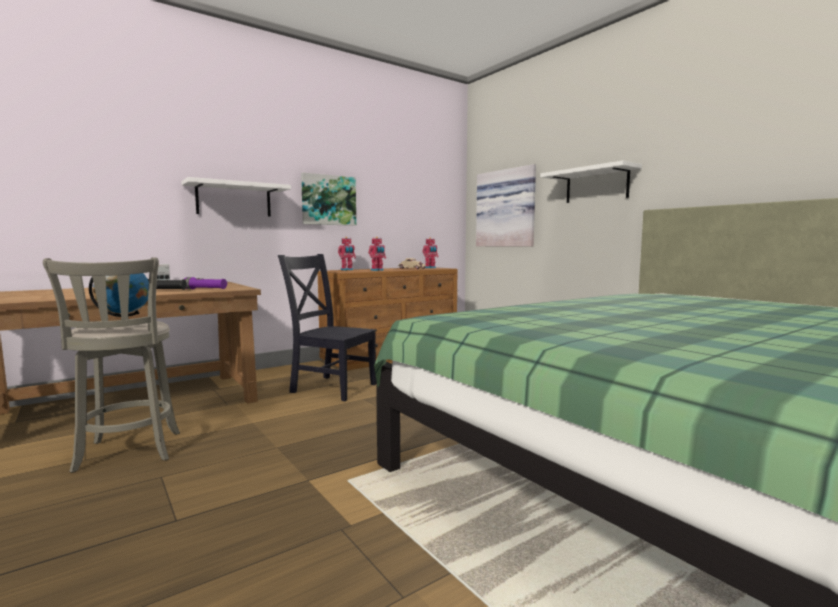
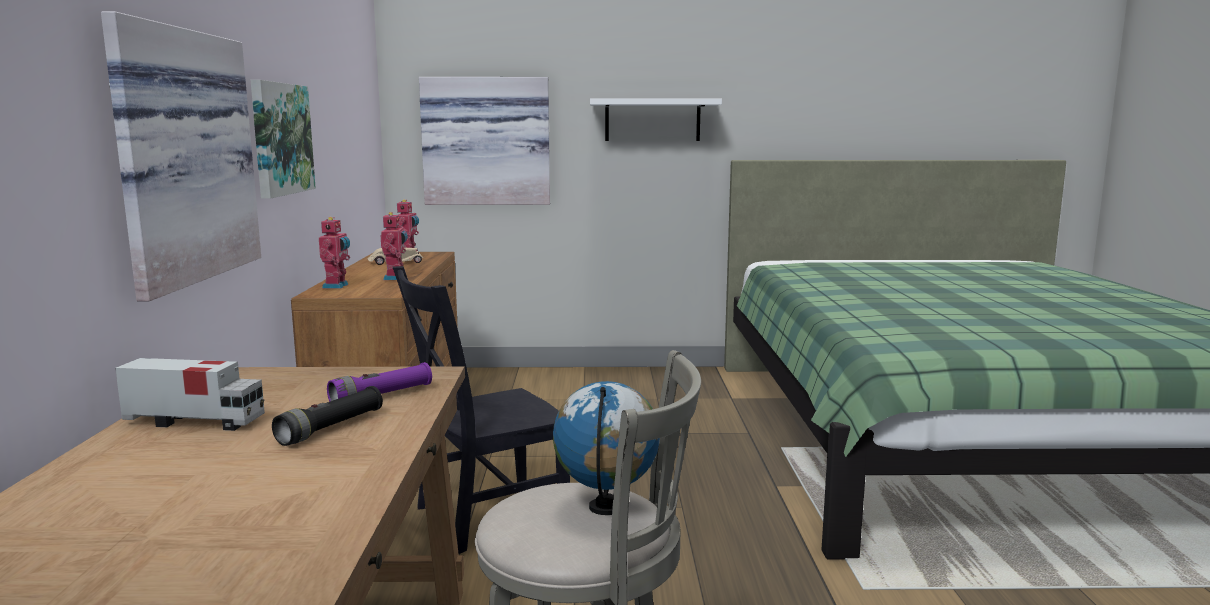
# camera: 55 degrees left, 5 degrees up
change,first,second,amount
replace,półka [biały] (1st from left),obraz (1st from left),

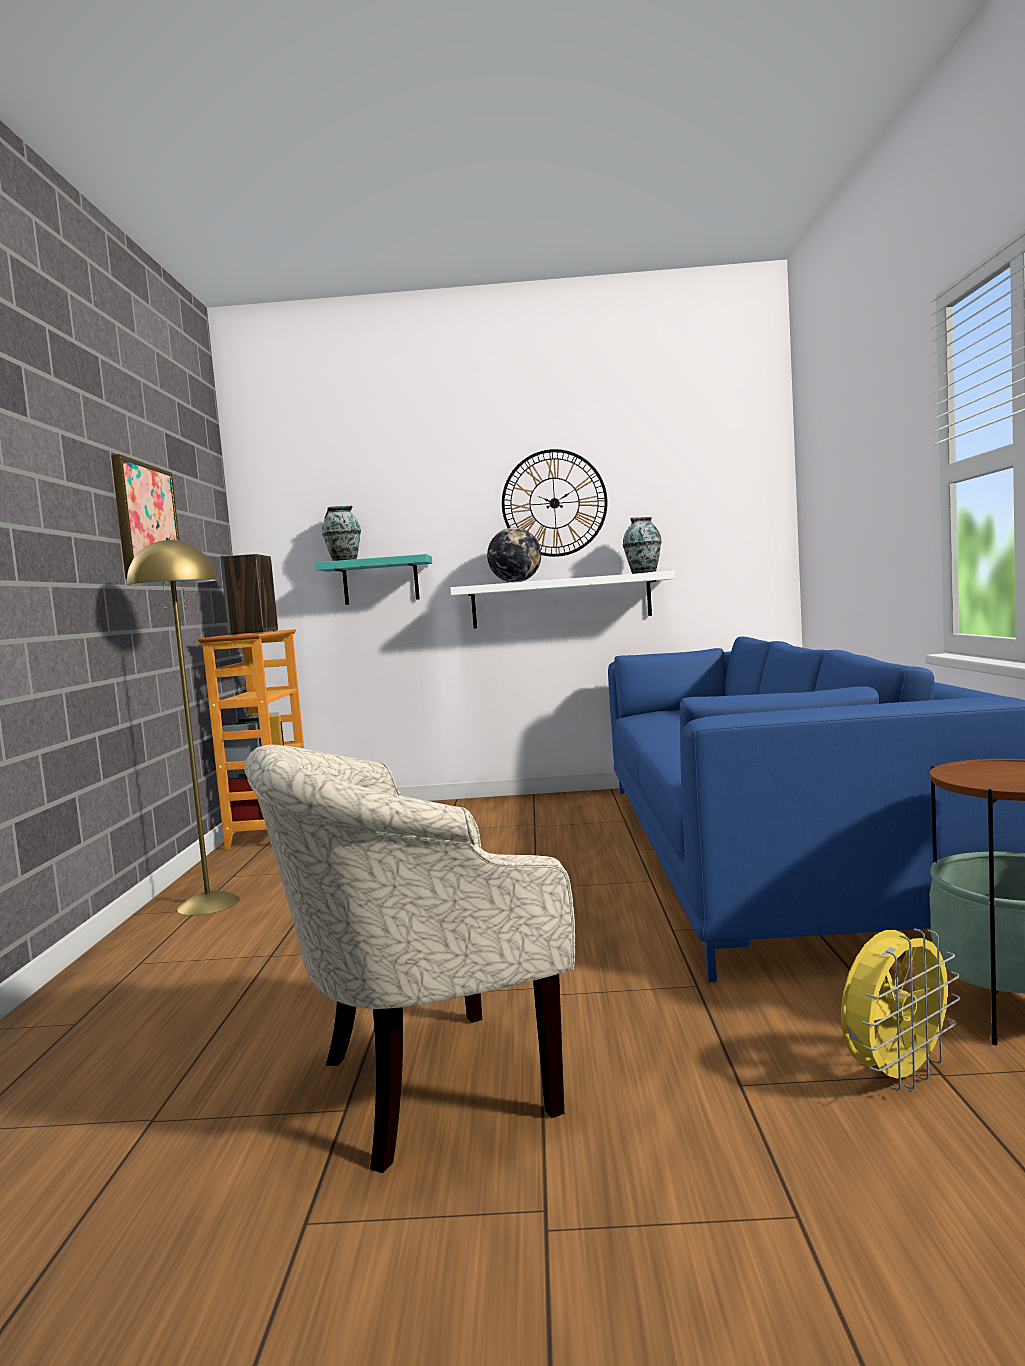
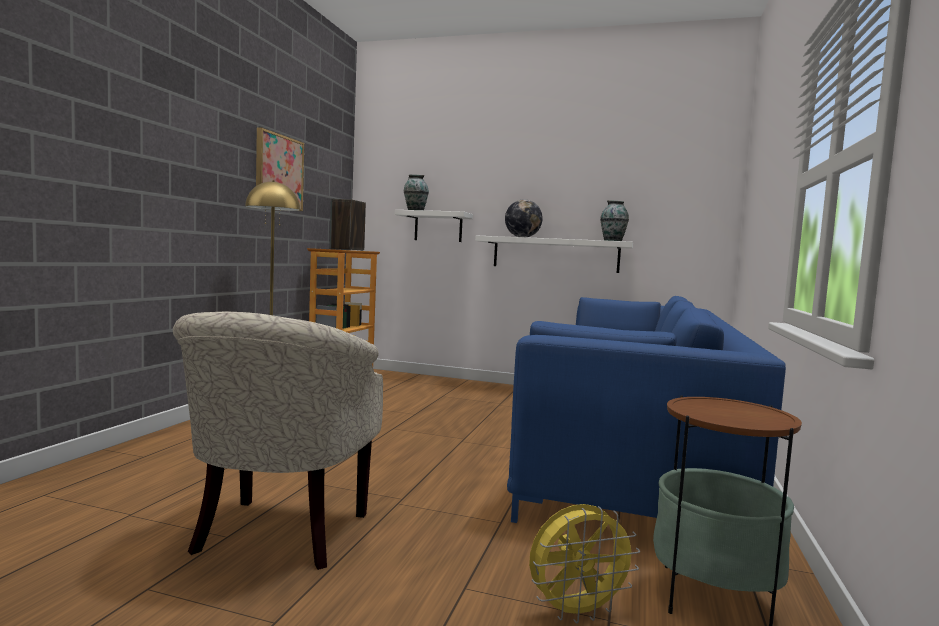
# camera: 15 degrees right, 0 degrees up
change,first,second,amount
rotate,fotel [beżowy],,75 degrees counterclockwise
recolor,półka [turkusowy],półka [biały] (1st from left),
delete,zegar ścienny,,

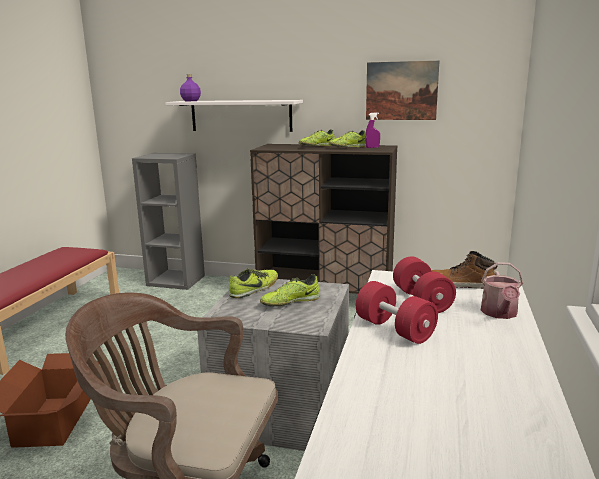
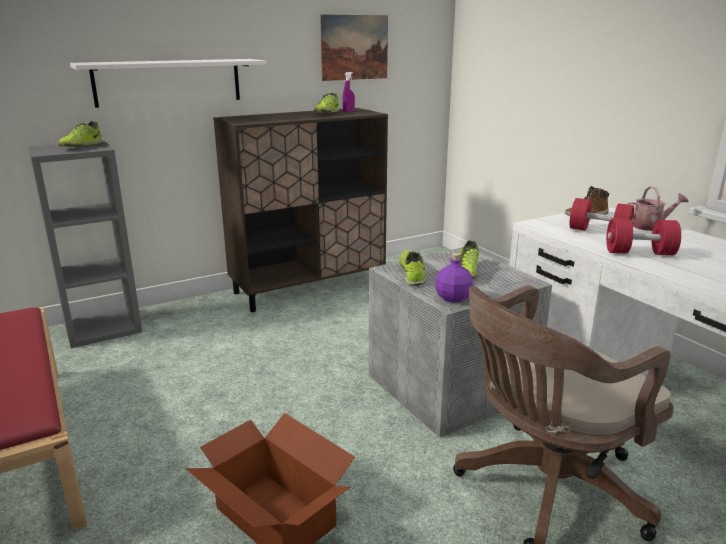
# camera: 45 degrees left, 5 degrees up
change,first,second,amount
move,but (3rd from left in the first image),but (1st from left),
move,butelka [fioletowy],,
rotate,konewka,,60 degrees counterclockwise

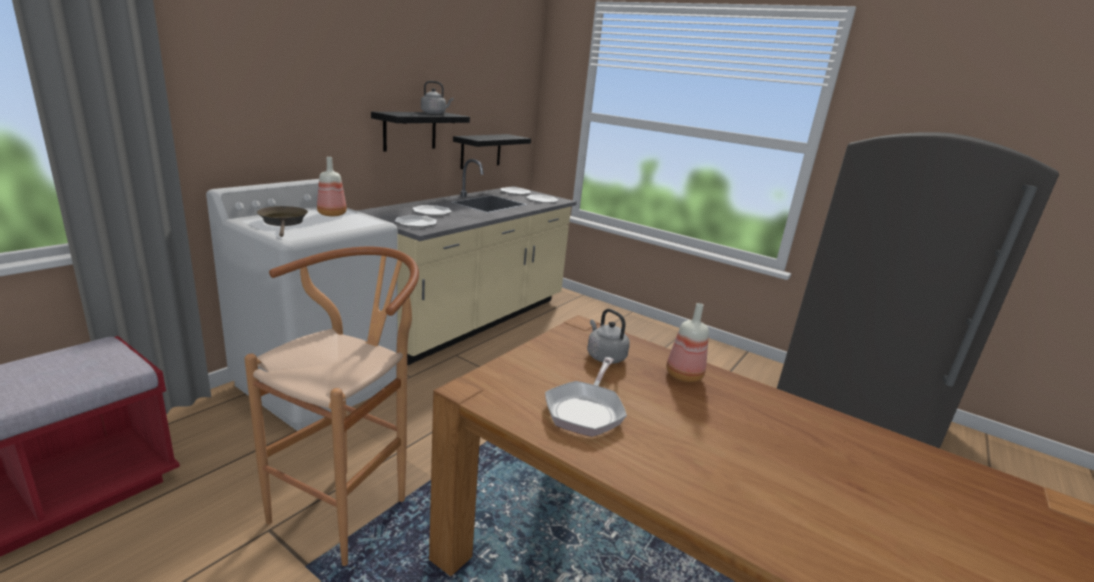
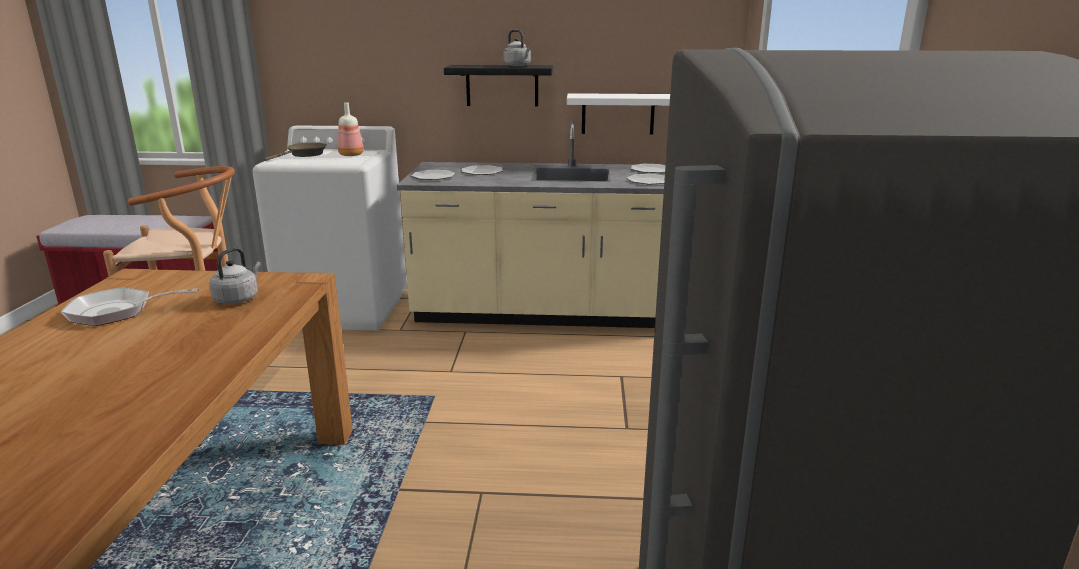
# camera: 60 degrees right, 0 degrees up
change,first,second,amount
recolor,półka [czarny] (2nd from left),półka [biały],
delete,butelka (2nd from left),,

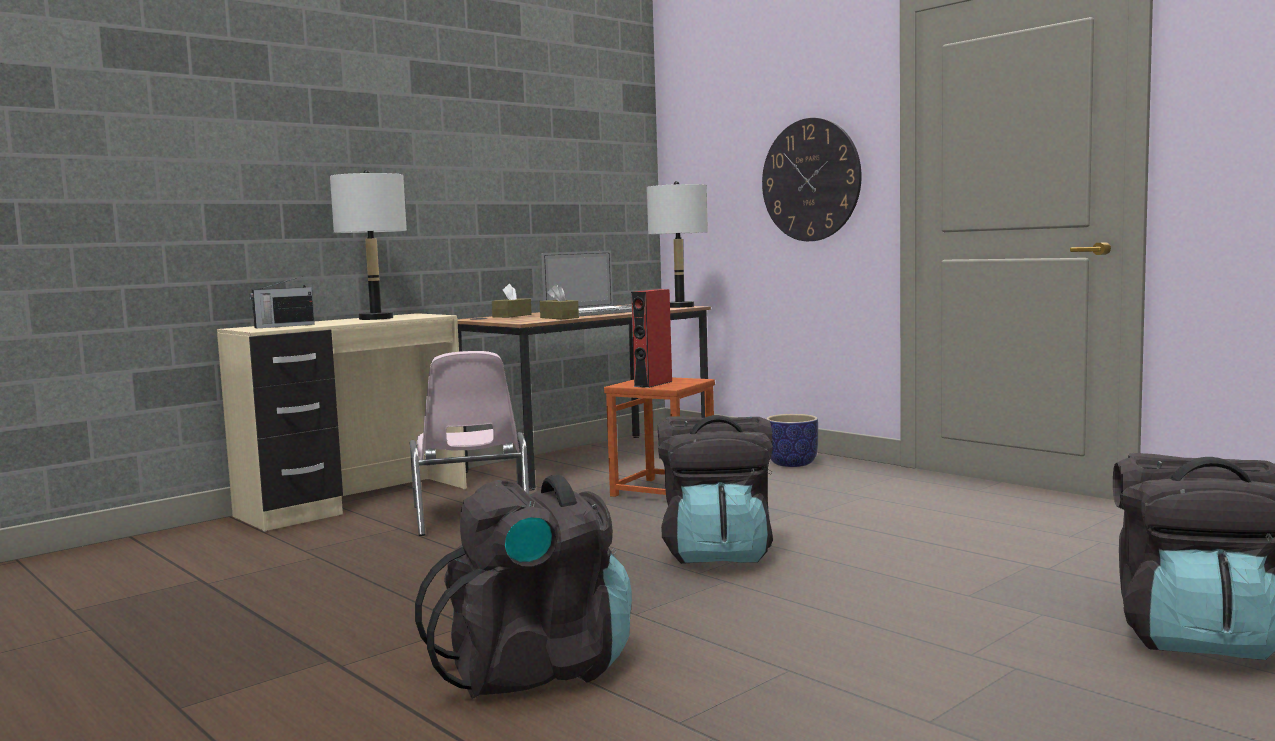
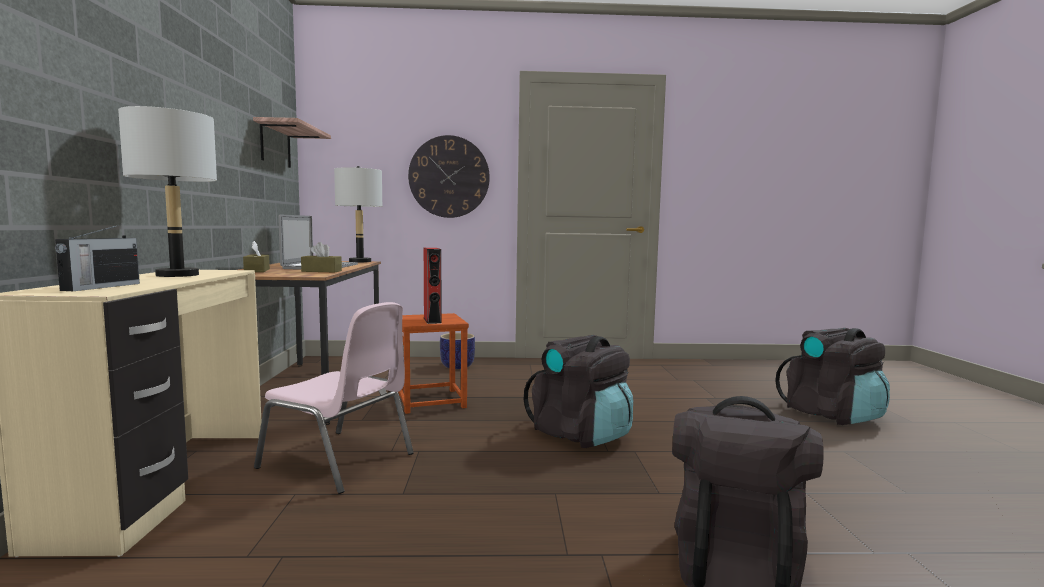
# camera: 50 degrees left, 0 degrees up
change,first,second,amount
insert,,półka,

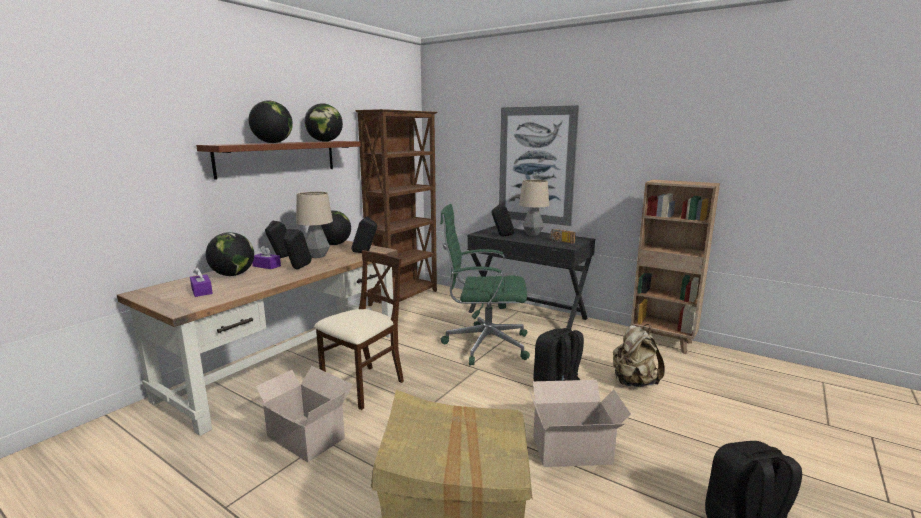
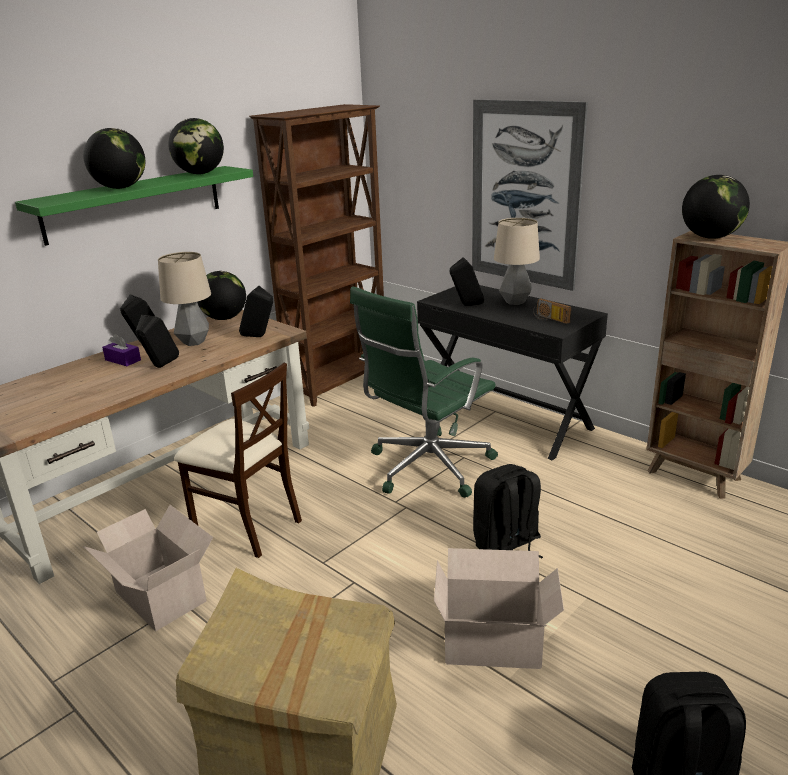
# camera: 10 degrees right, 10 degrees up
change,first,second,amount
recolor,półka [brązowy],półka [zielony],
rotate,krzesło [beżowy],,75 degrees clockwise
rotate,krzesło biurowe [zielony],,60 degrees counterclockwise
move,globus (1st from left in the first image),globus (4th from left),
delete,pudełko chusteczek [fioletowy] (1st from left),,
delete,plecak [beżowy],,

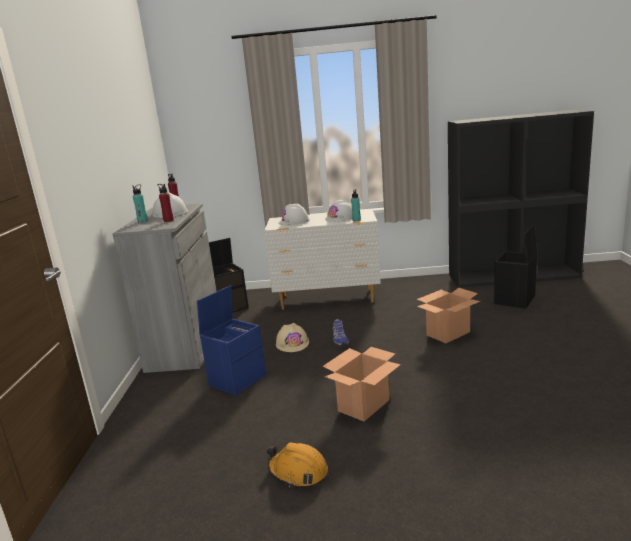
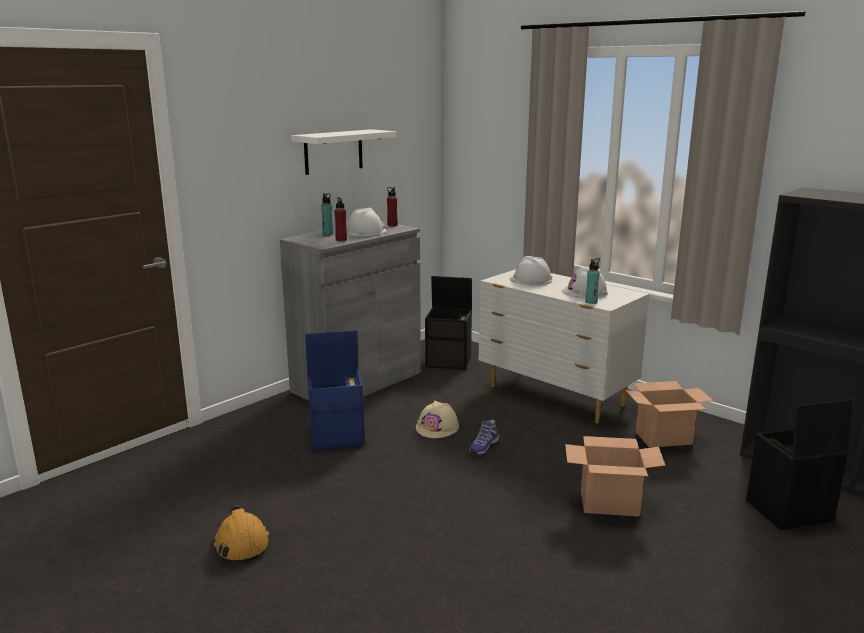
# camera: 40 degrees right, 0 degrees up
change,first,second,amount
insert,,półka [biały],
move,karton (1st from left in the first image),karton (2nd from left),

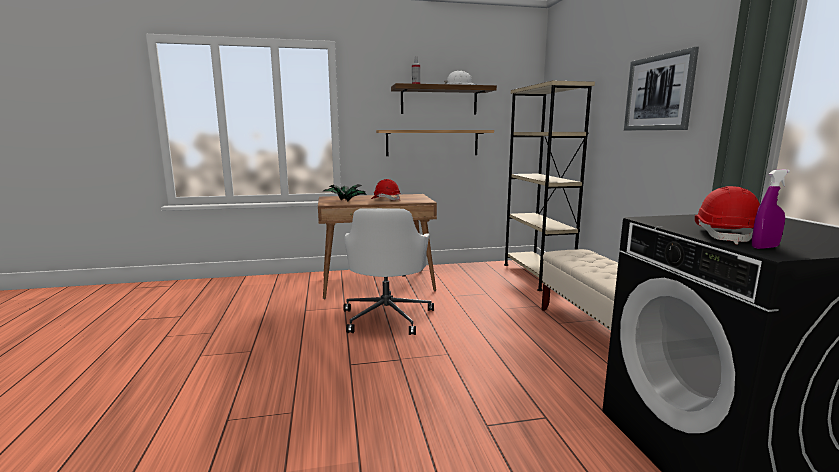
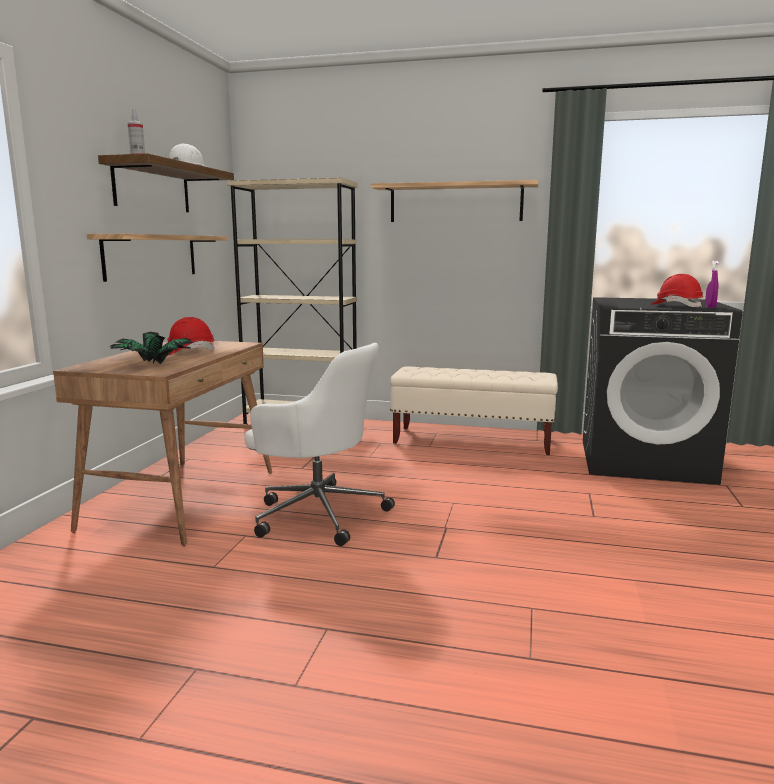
# camera: 65 degrees left, 0 degrees up
change,first,second,amount
replace,obraz,półka (3rd from left),

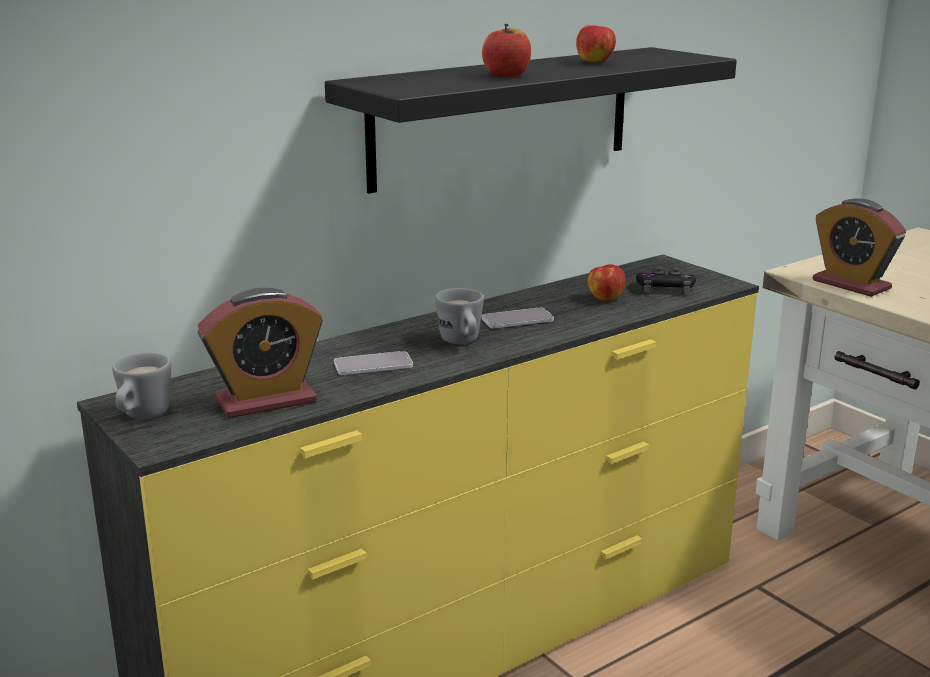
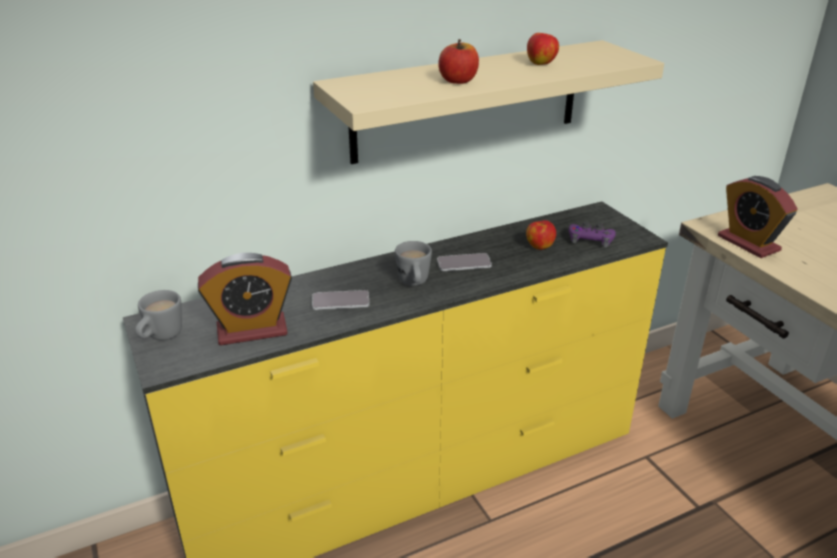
# camera: 10 degrees right, 10 degrees up
change,first,second,amount
recolor,półka [czarny],półka [beżowy],
recolor,pad do gier [czarny],pad do gier [fioletowy],

